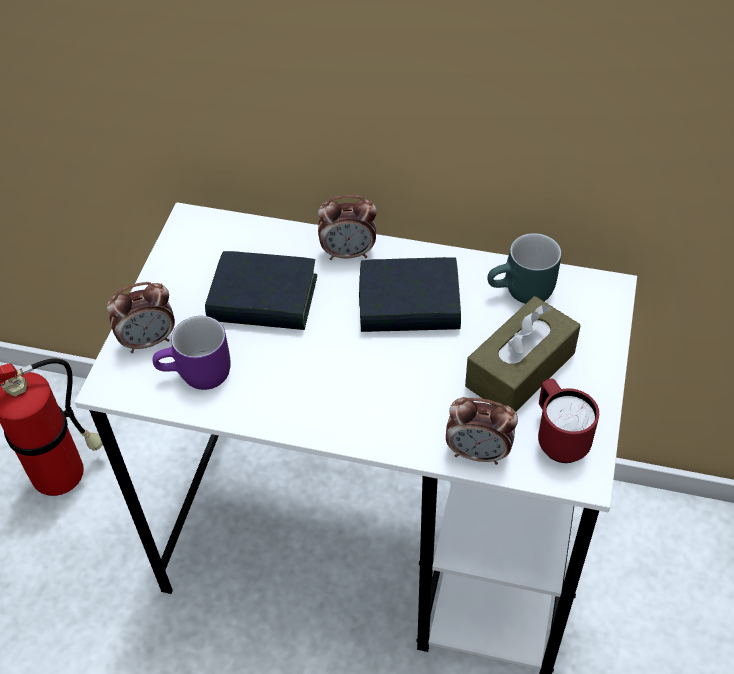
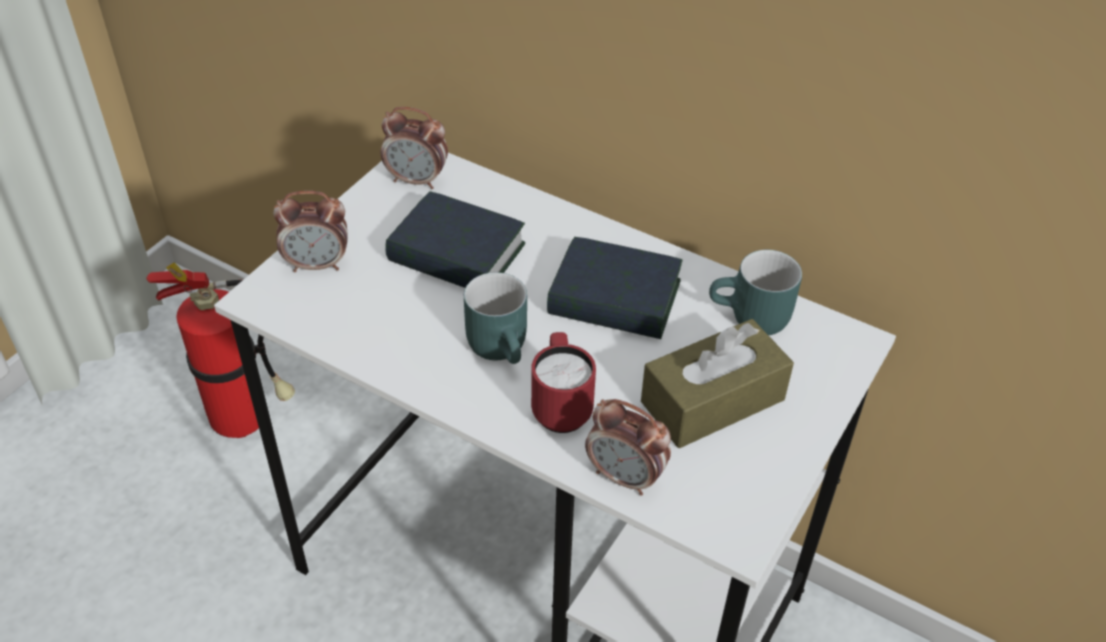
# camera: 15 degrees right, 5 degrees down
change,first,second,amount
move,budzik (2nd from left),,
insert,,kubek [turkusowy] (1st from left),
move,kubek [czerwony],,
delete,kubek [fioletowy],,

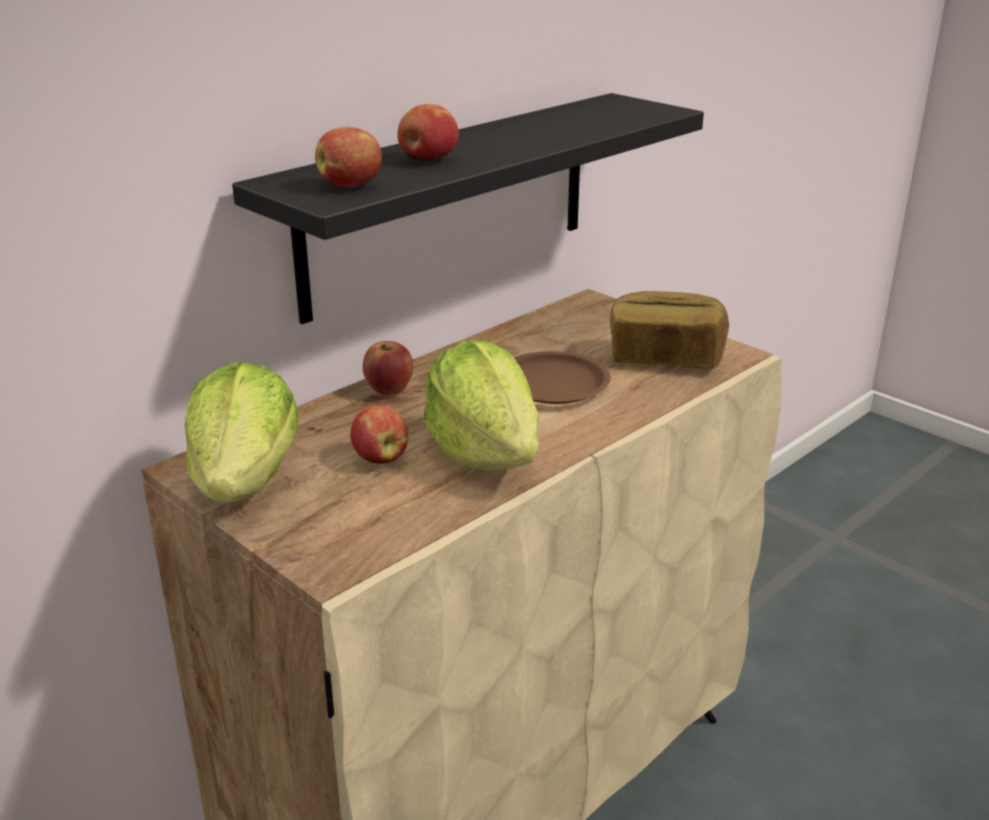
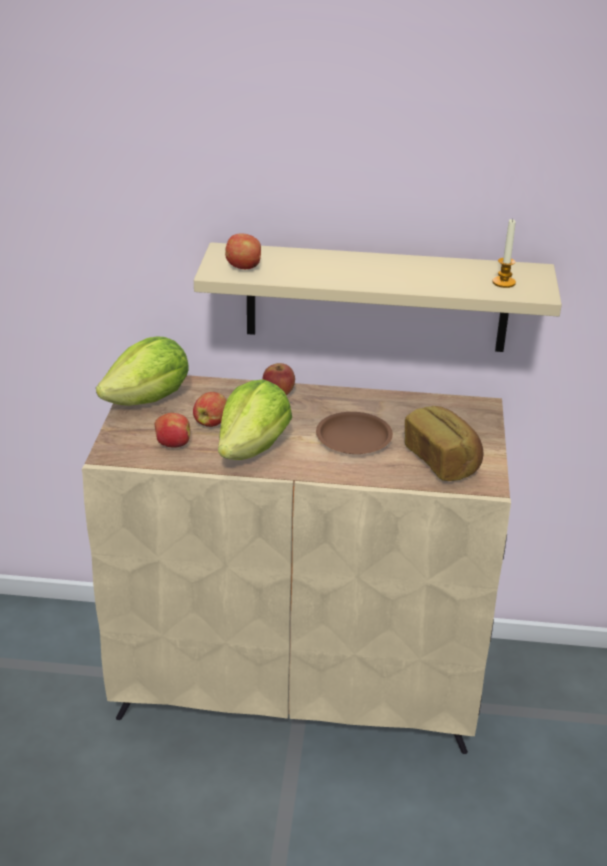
# camera: 50 degrees right, 5 degrees up
change,first,second,amount
move,jabłko (4th from left in the first image),jabłko (1st from left),
recolor,półka [czarny],półka [beżowy],
insert,,świeca,

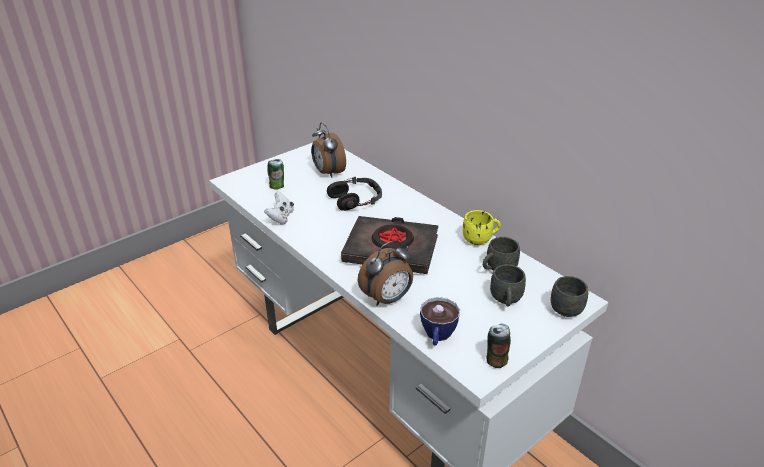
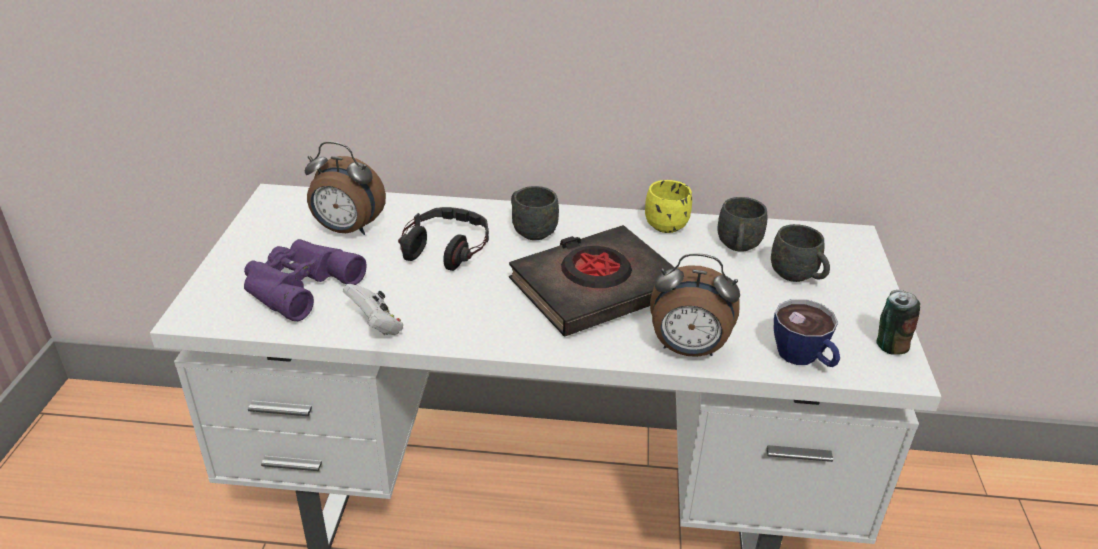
# camera: 45 degrees left, 0 degrees up
change,first,second,amount
replace,puszka (1st from left),lornetka [fioletowy],
move,kubek [szary] (3rd from left in the first image),kubek [szary] (1st from left),
rotate,budzik (2nd from left),,90 degrees clockwise

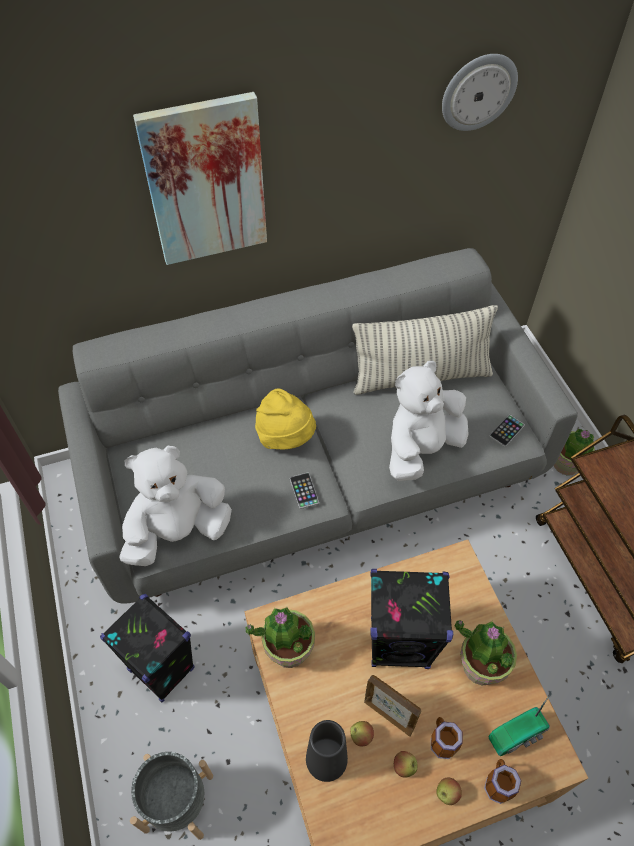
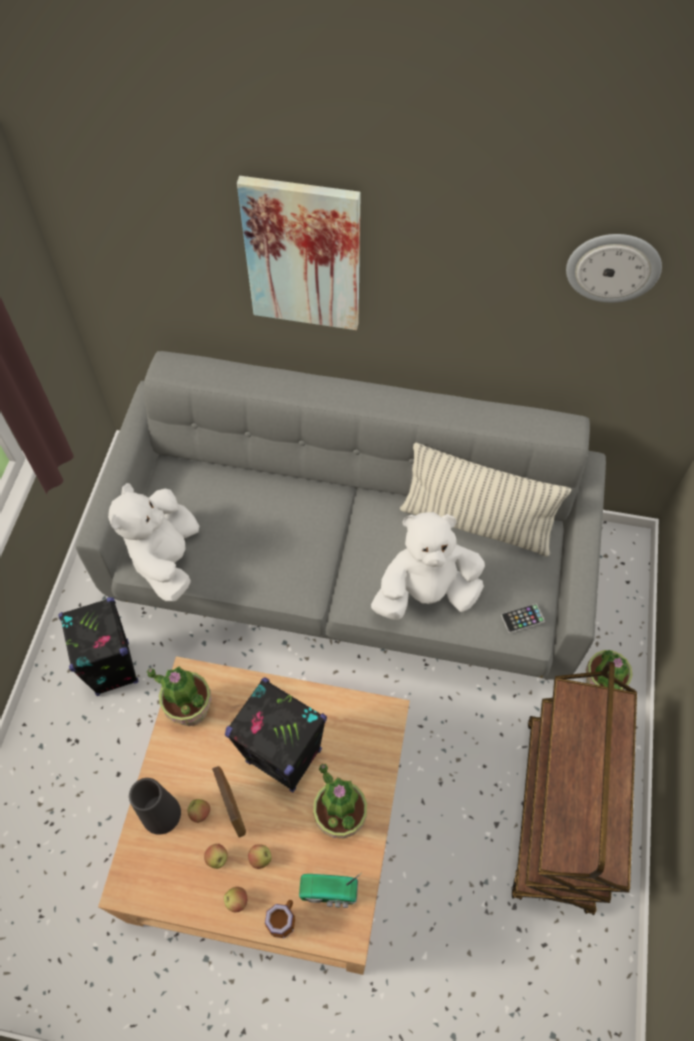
# camera: 30 degrees right, 5 degrees up
change,first,second,amount
rotate,pluszak [biały] (1st from left),,90 degrees counterclockwise
replace,kubek (1st from left),jabłko (4th from left),
delete,donica [szary],,
delete,kapelusz [żółty],,
delete,telefon (1st from left),,

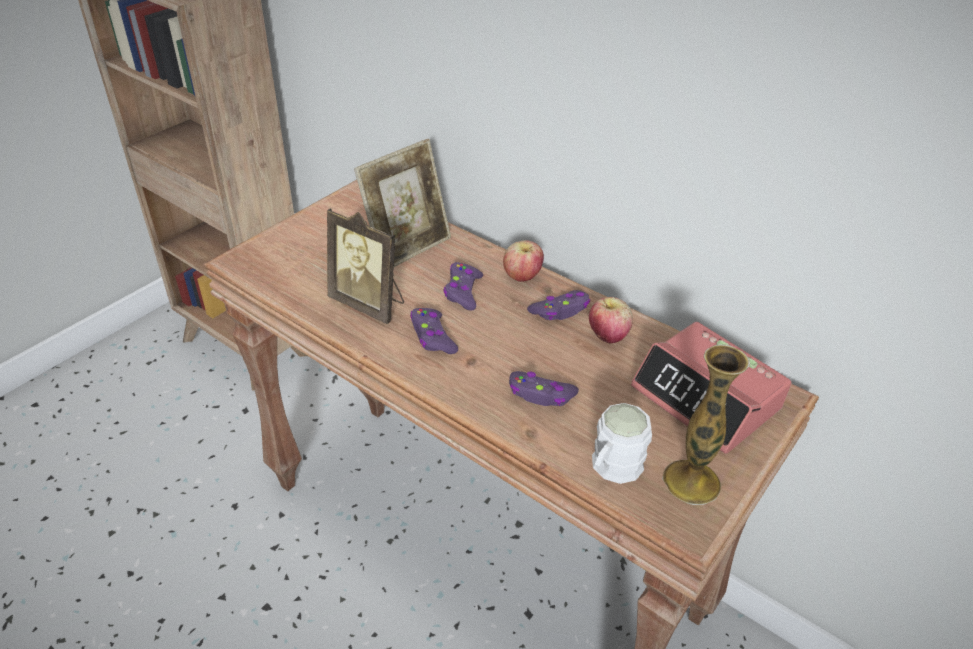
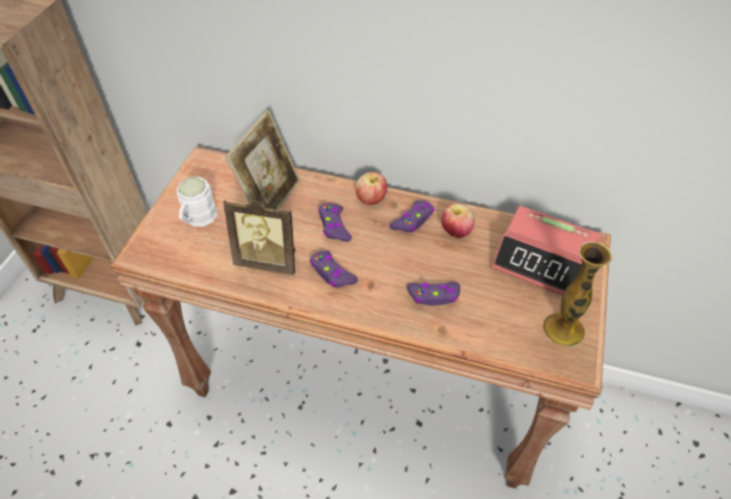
# camera: 20 degrees left, 10 degrees up
change,first,second,amount
move,kubek [biały],,

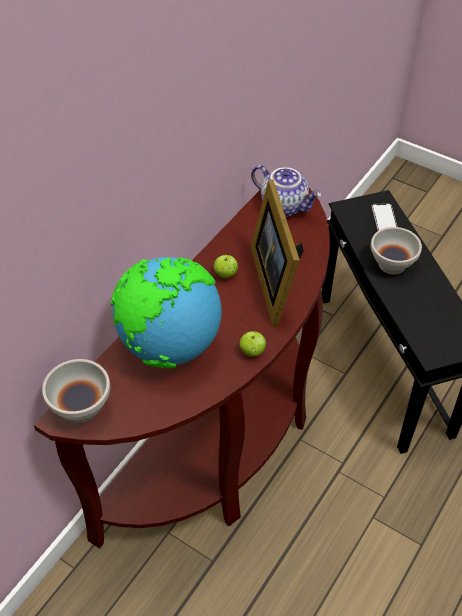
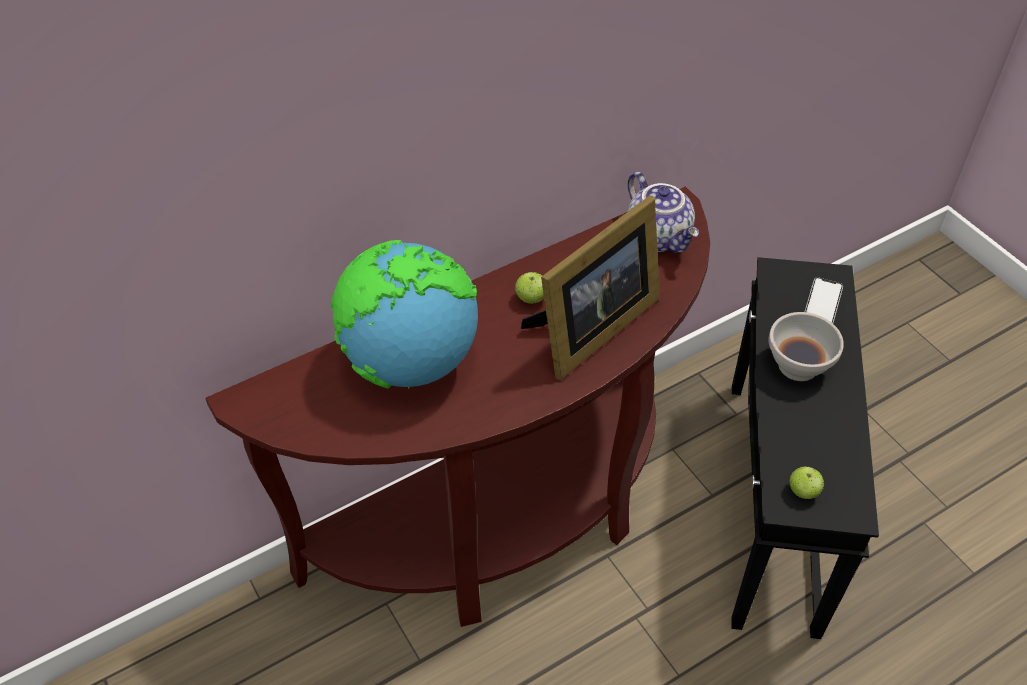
# camera: 25 degrees right, 0 degrees up
change,first,second,amount
rotate,ramka na zdjęcie,,150 degrees counterclockwise
move,jabłko (2nd from left),,
delete,miska [biały] (1st from left),,

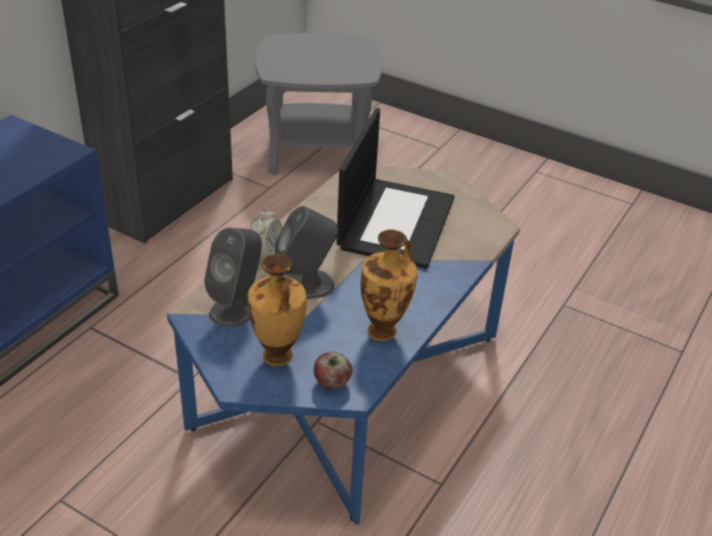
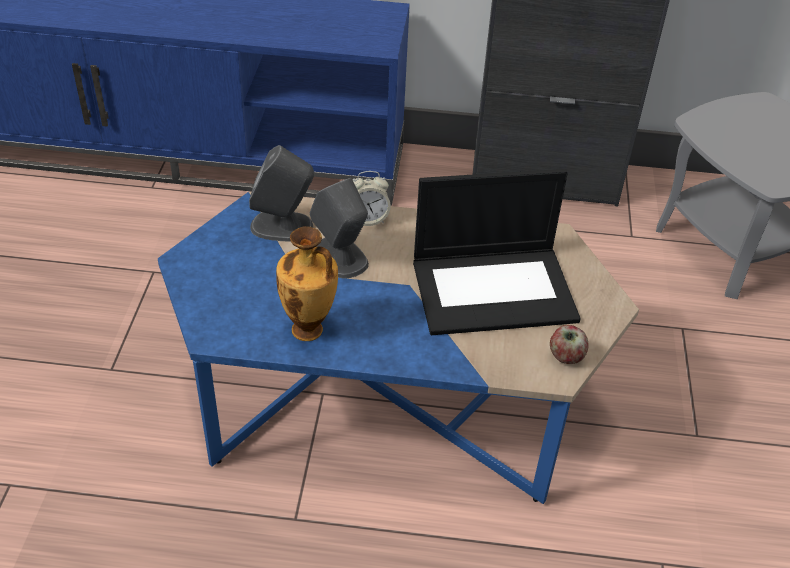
# camera: 65 degrees right, 5 degrees up
change,first,second,amount
move,jabłko,,
delete,wazon (1st from left),,

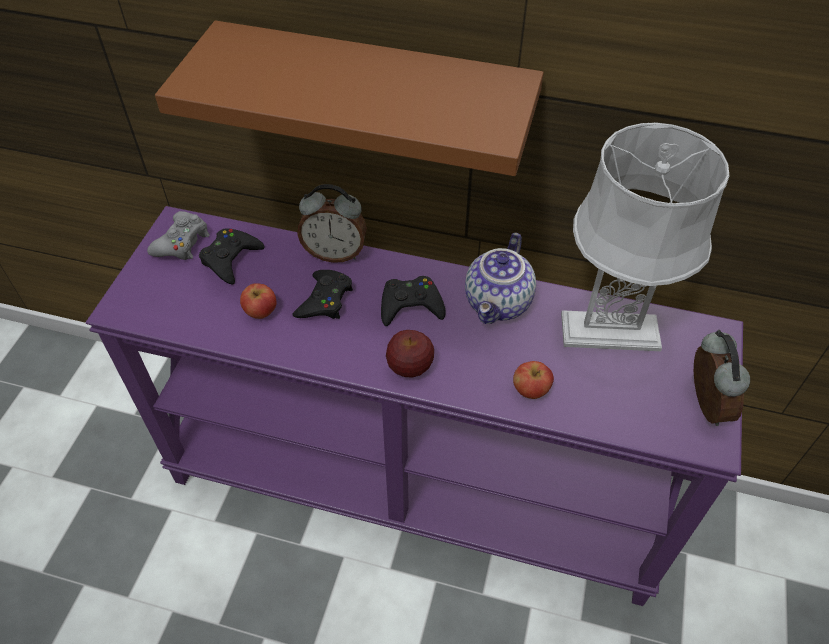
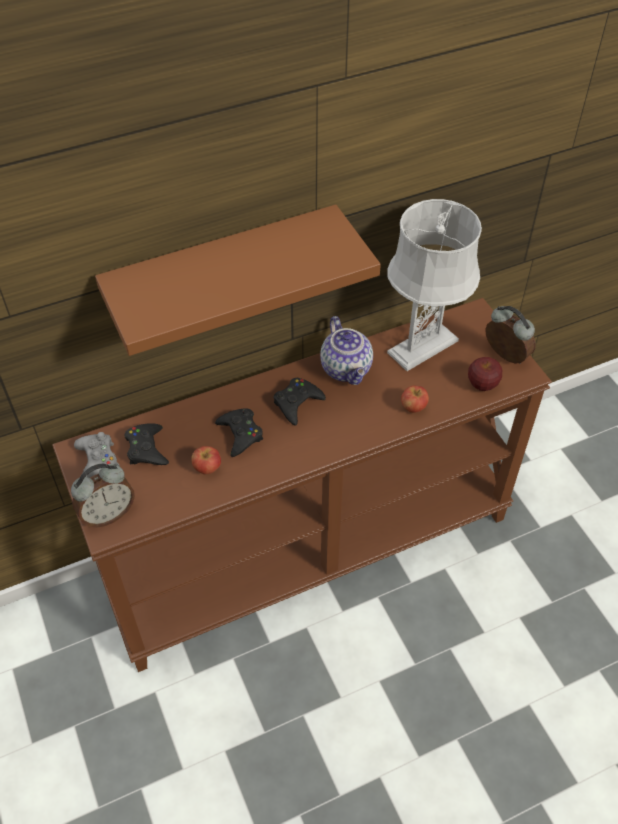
# camera: 40 degrees left, 0 degrees up
change,first,second,amount
recolor,stolik konsolowy [fioletowy],stolik konsolowy [brązowy],
move,budzik (1st from left),,
move,jabłko (2nd from left in the first image),jabłko (3rd from left),

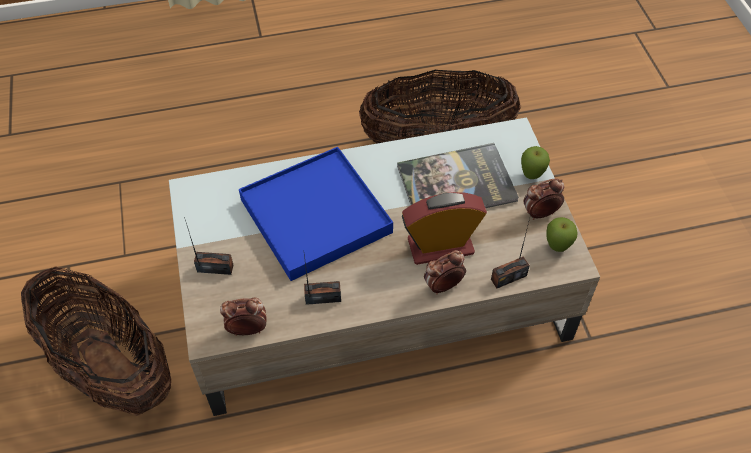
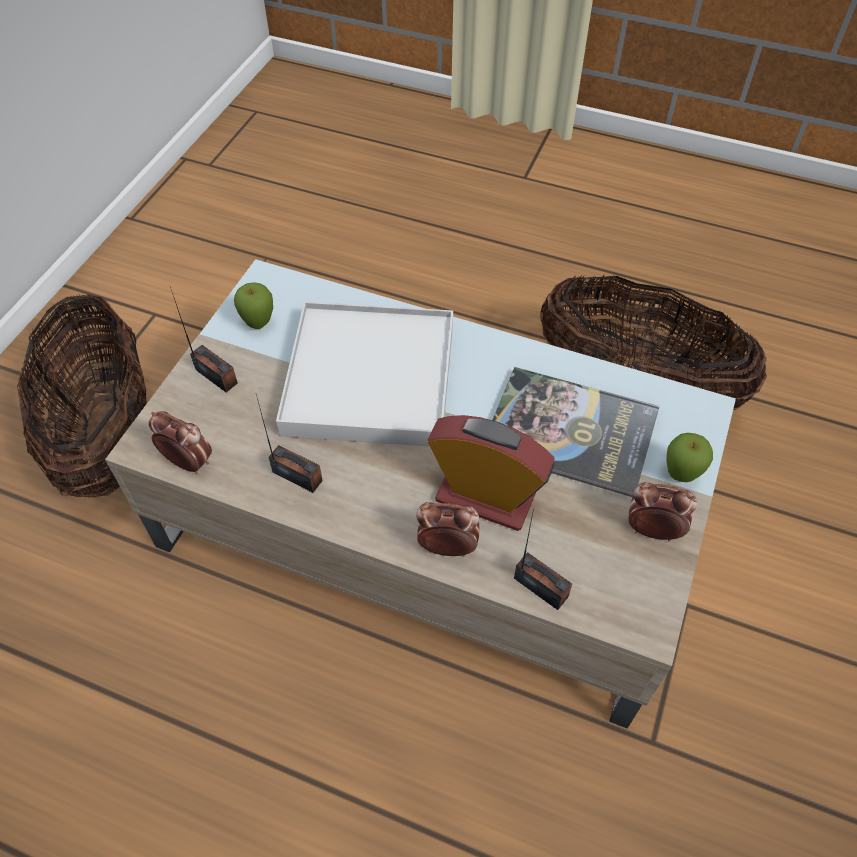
# camera: 35 degrees right, 0 degrees up
change,first,second,amount
move,jabłko (2nd from left in the first image),jabłko (1st from left),
recolor,taca [niebieski],taca [biały],
rotate,radio (3rd from left),,150 degrees counterclockwise

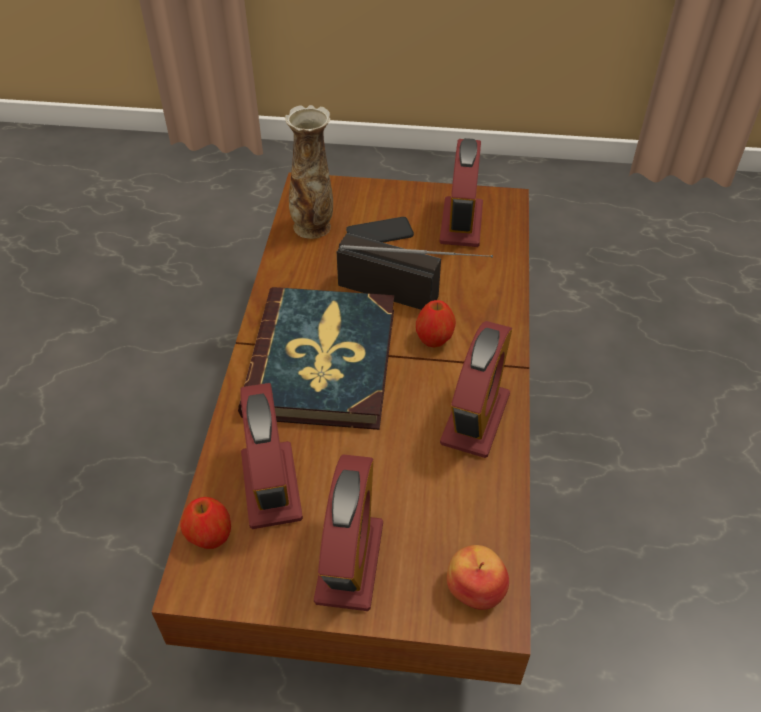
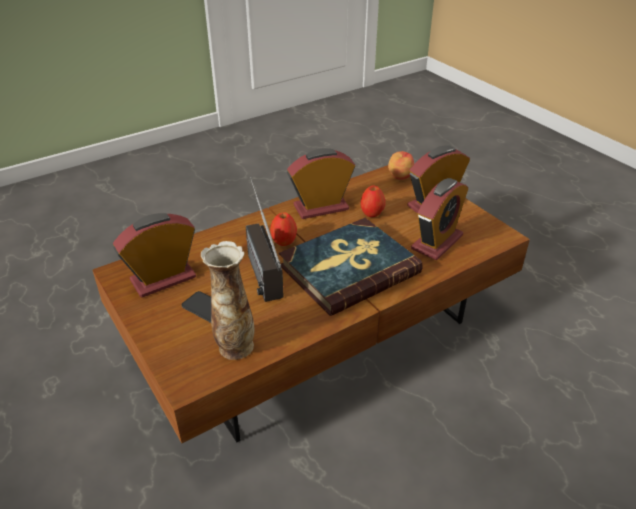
# camera: 130 degrees left, 10 degrees down
change,first,second,amount
move,jabłko (1st from left in the first image),jabłko (2nd from left),

